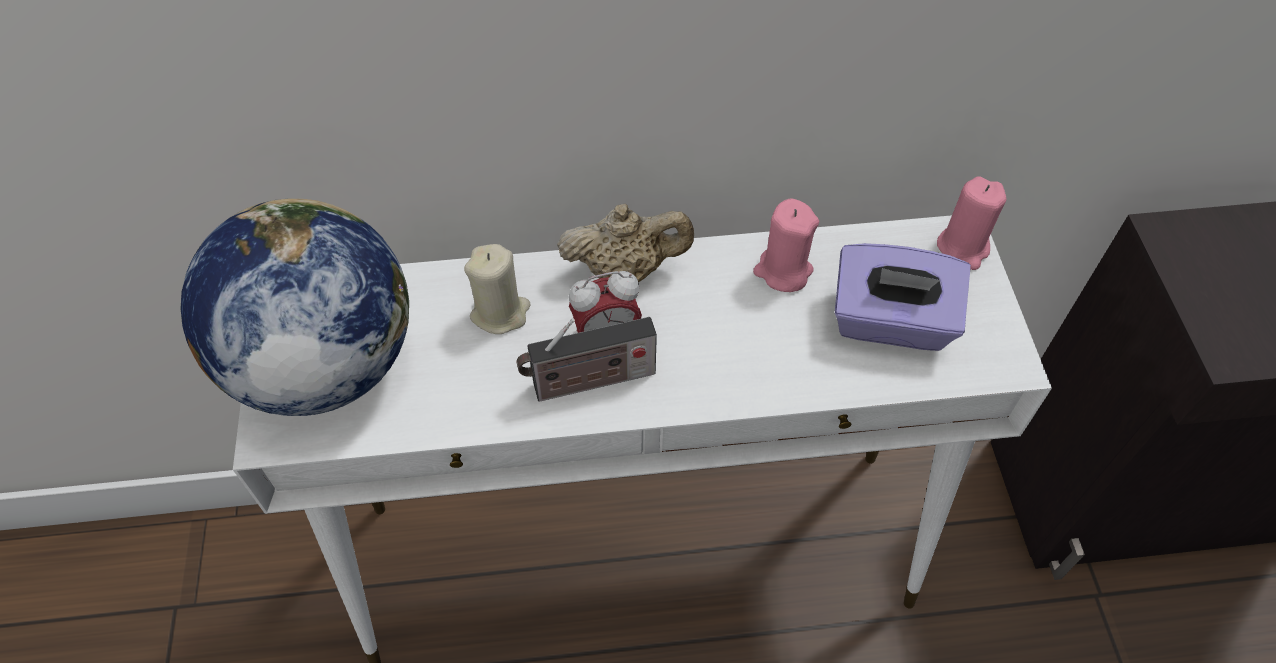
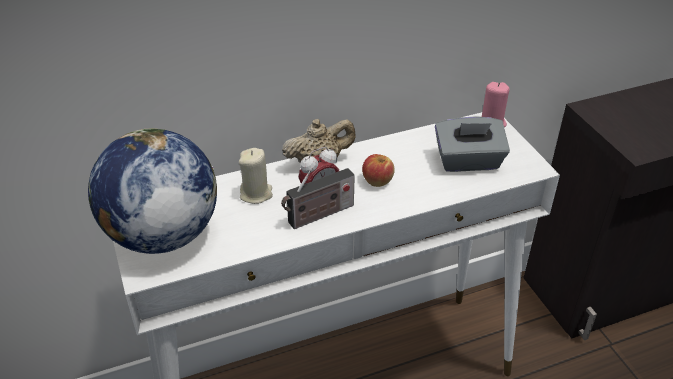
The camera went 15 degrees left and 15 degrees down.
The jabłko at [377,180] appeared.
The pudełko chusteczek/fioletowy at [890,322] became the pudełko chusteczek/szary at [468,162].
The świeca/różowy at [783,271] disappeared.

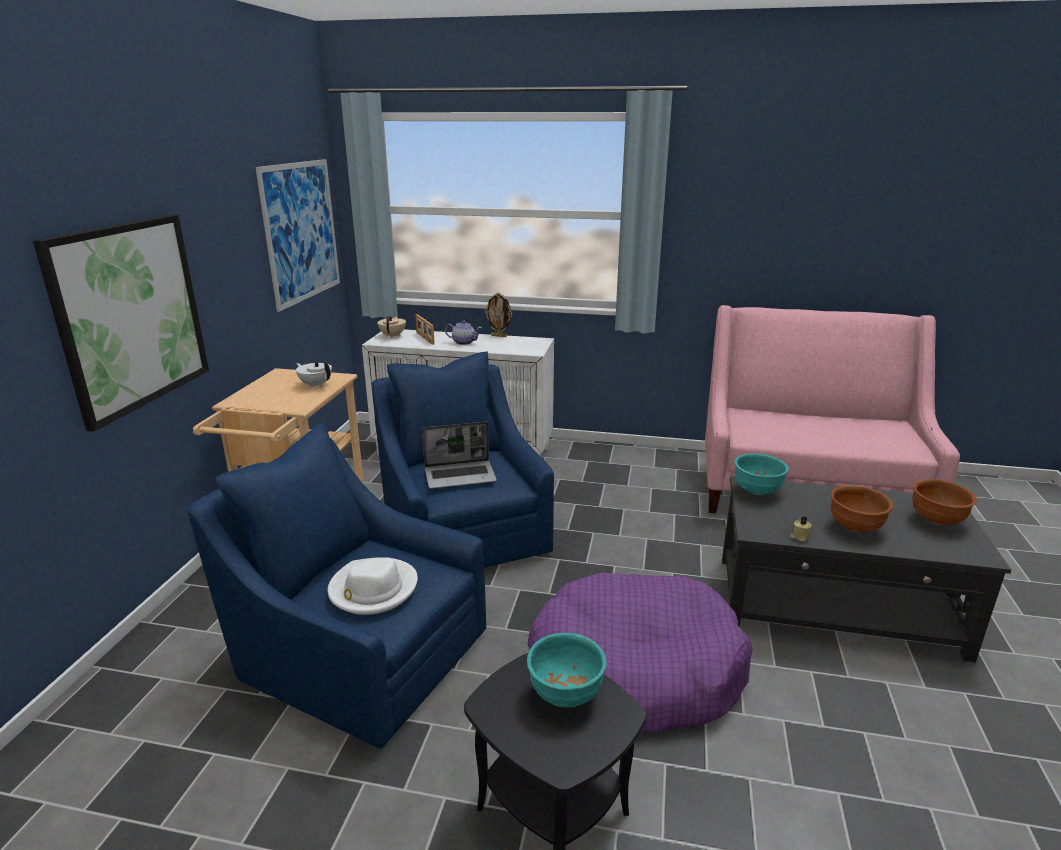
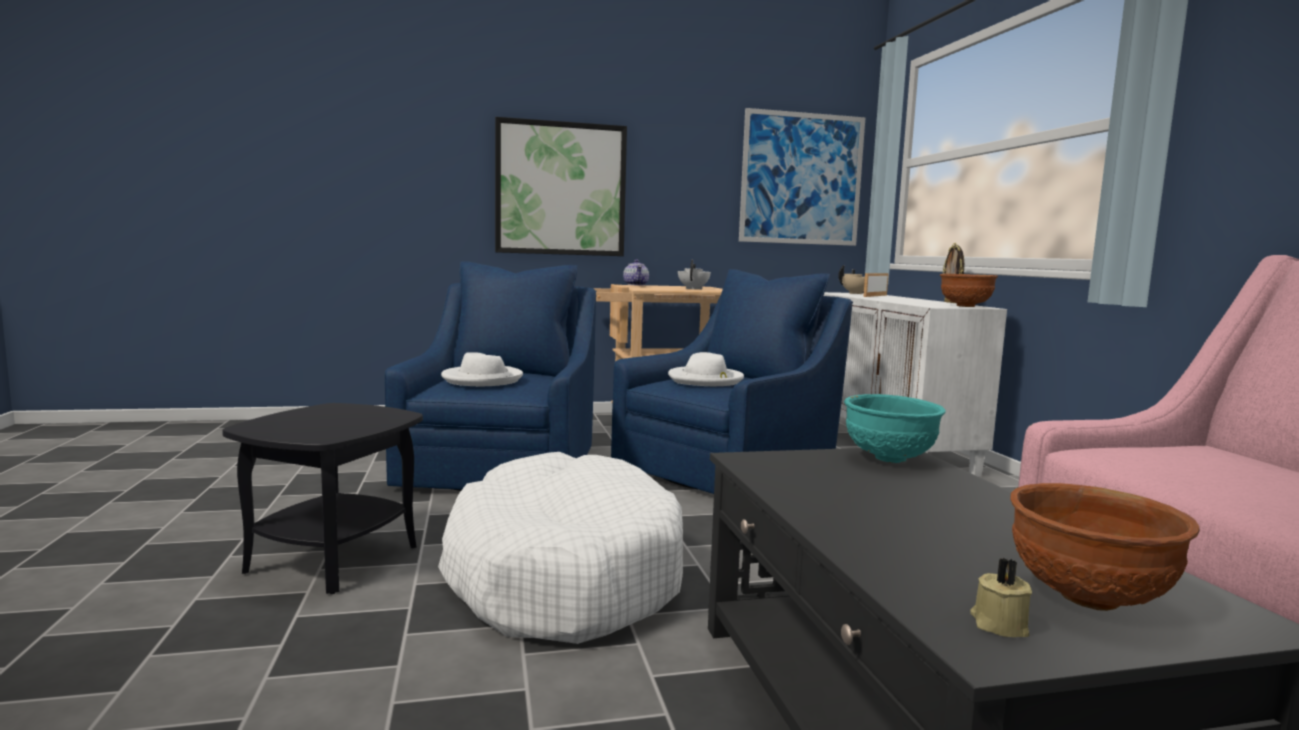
The camera went 65 degrees right and 15 degrees down.
The legowisko/fioletowy at [635,671] became the legowisko/biały at [562,574].
The imbryk moved from [464,342] to [636,285].
The laptop at [461,475] was replaced by the kapelusz/biały at [705,380].
The miska/brązowy moved from [855,528] to [964,306].
The świeca/beżowy moved from [799,536] to [998,624].
The miska/turkusowy at [564,694] disappeared.

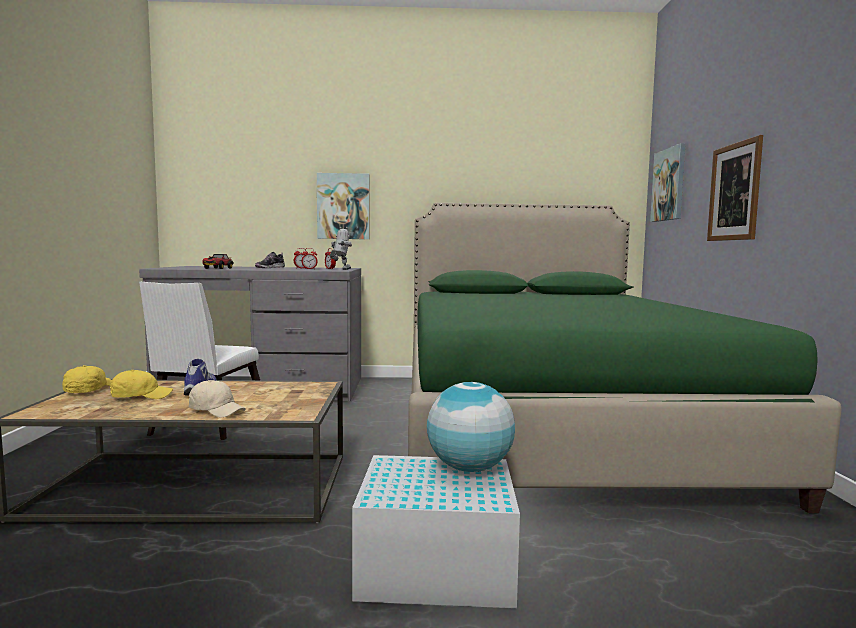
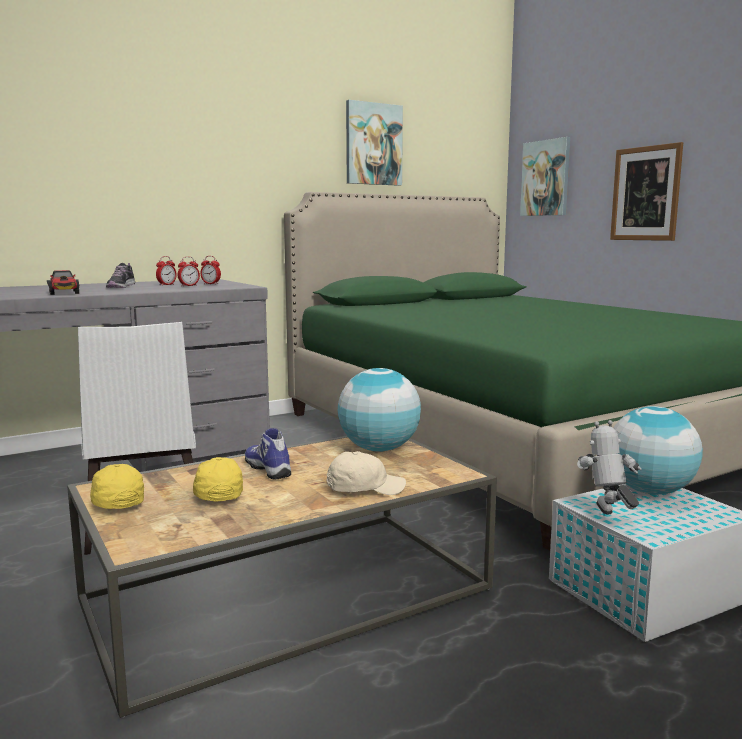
The camera went 30 degrees left and 5 degrees up.
The czapka z daszkiem/żółty at [141,396] turned 60 degrees counterclockwise.
The globus at [379,449] appeared.
The obraz moved from [343,206] to [373,144].
The robot zabawkowy moved from [340,270] to [607,517].

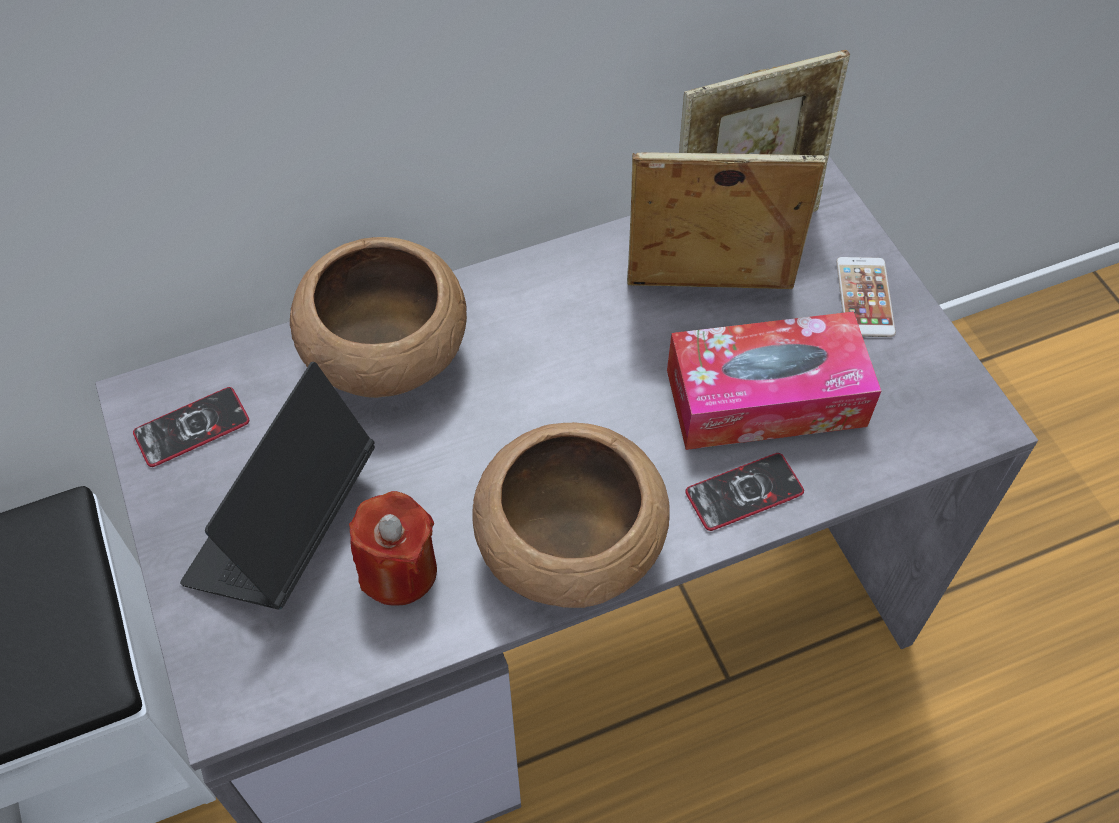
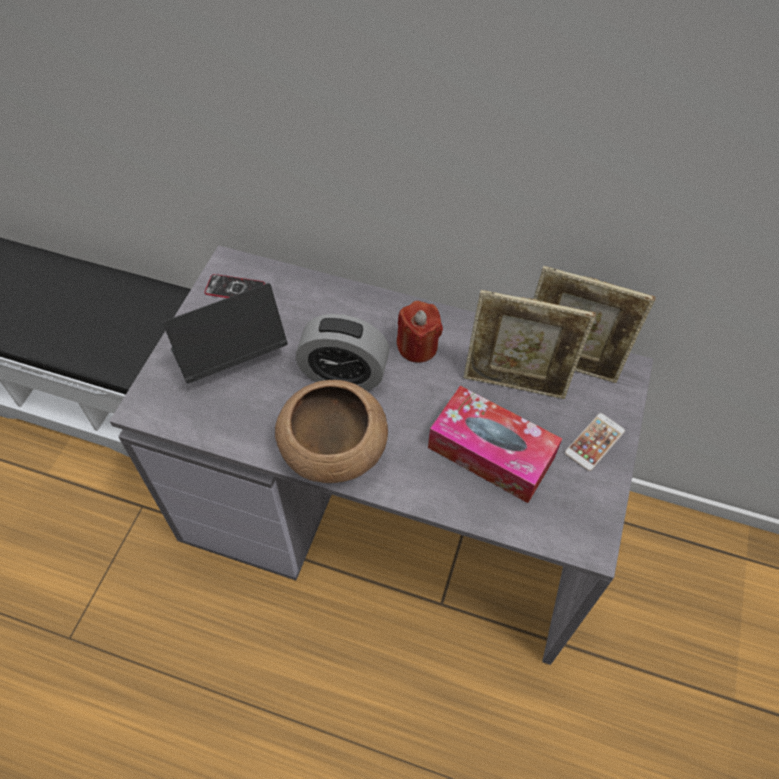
The camera went 40 degrees right and 0 degrees up.
The budzik at [344,373] appeared.
The świeca/czerwony moved from [398,571] to [417,346].
The ramka na zdjęcie at [707,291] turned 150 degrees clockwise.
The miska/brązowy at [388,352] disappeared.
The telefon at [744,493] disappeared.

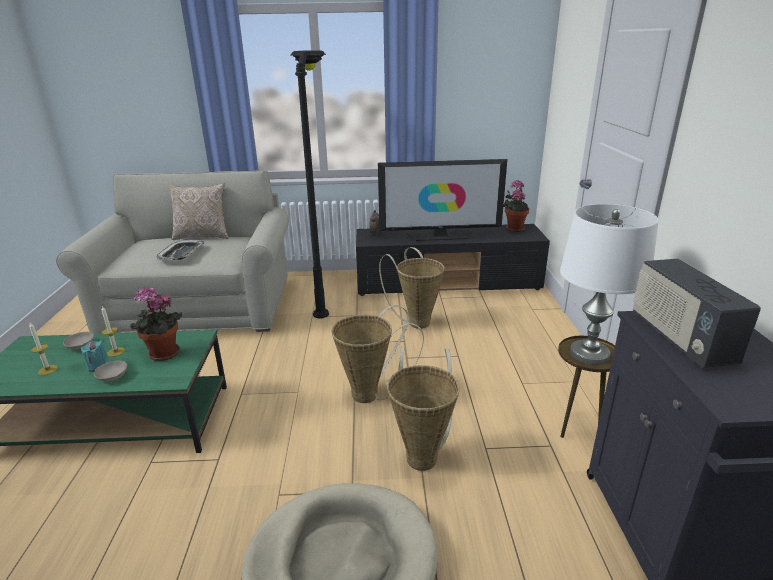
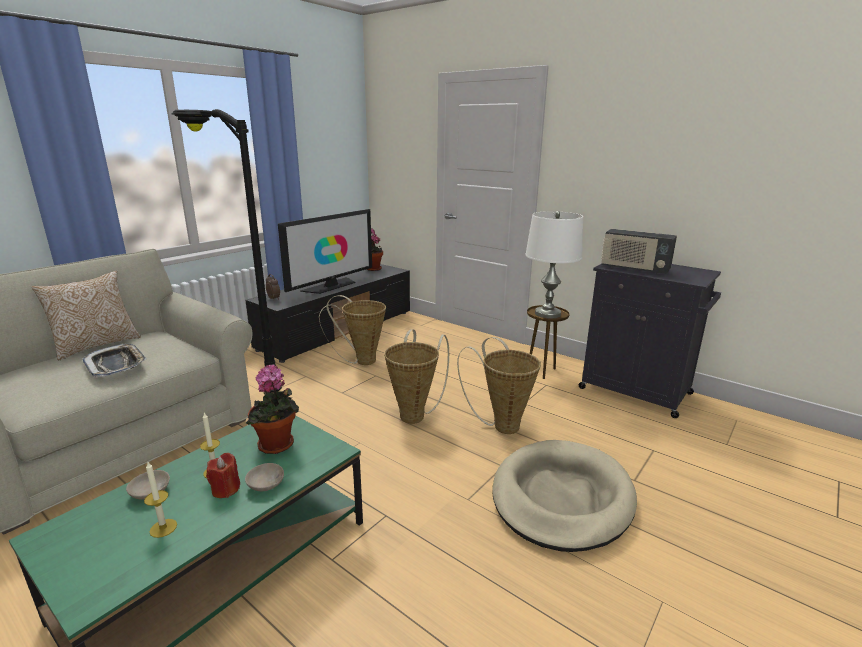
The camera went 50 degrees left and 5 degrees down.
The świeca/turkusowy at [98,366] became the świeca/czerwony at [225,489].

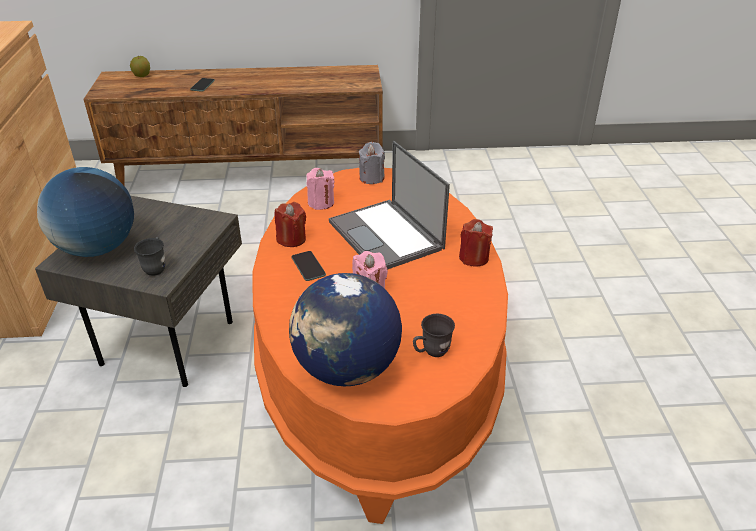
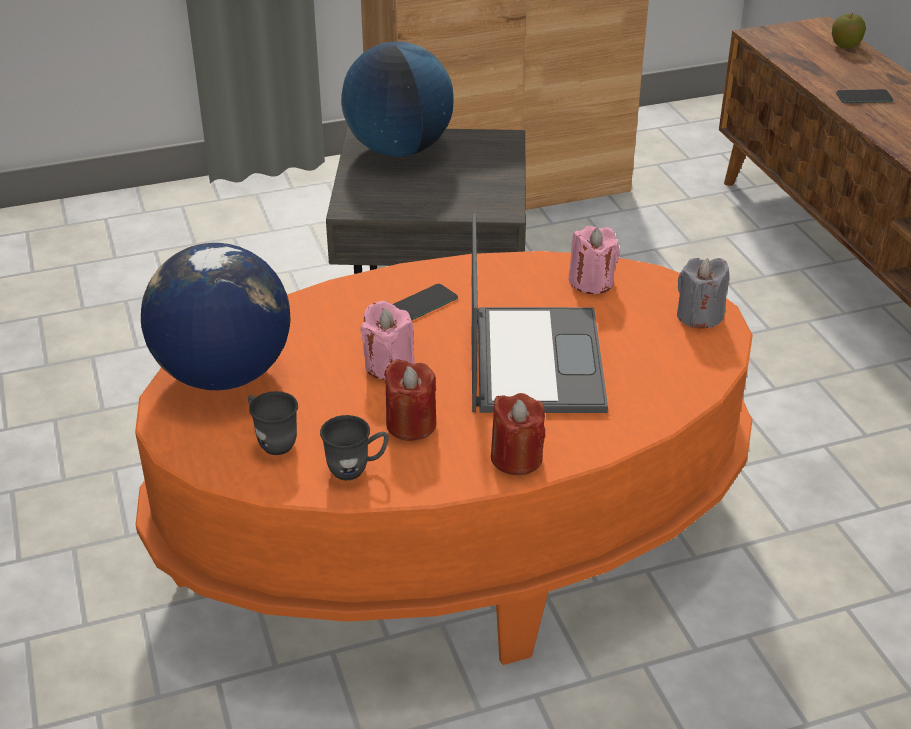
The camera went 75 degrees right and 0 degrees up.
The kubek/szary moved from [156,267] to [356,469].
The świeca/czerwony moved from [291,239] to [411,424].
The laptop at [387,236] turned 135 degrees clockwise.

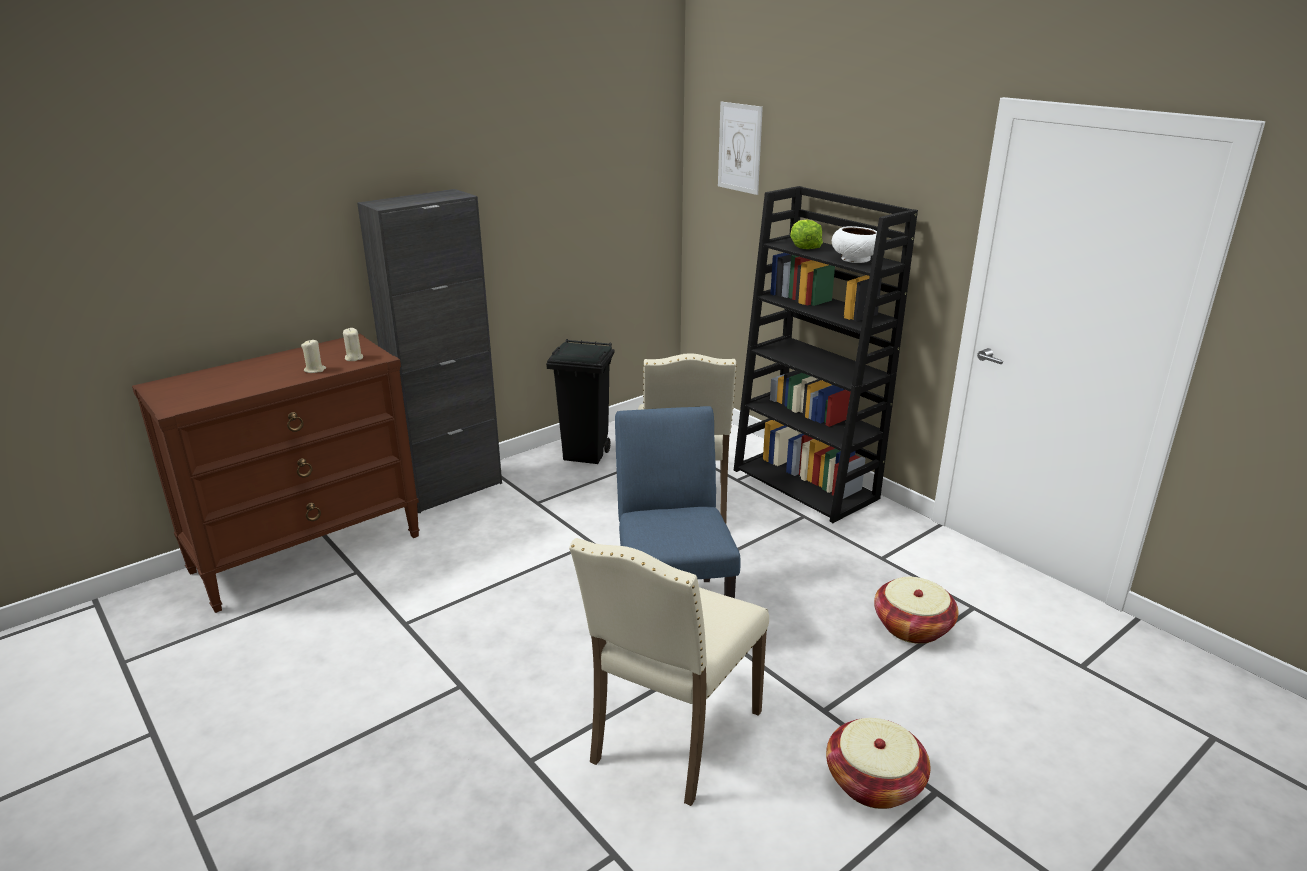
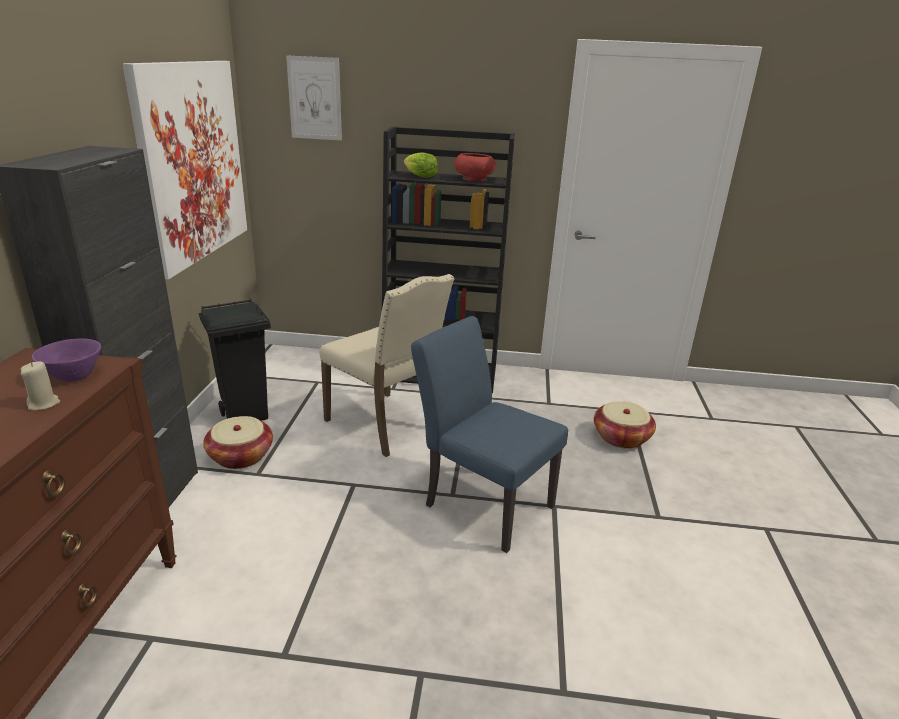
The camera went 45 degrees left and 0 degrees up.
The świeca/beżowy at [354,358] was replaced by the miska/fioletowy at [75,374].
The obraz at [192,162] appeared.
The koszyk moved from [874,782] to [240,456].
The miska/biały at [855,259] became the miska/czerwony at [473,179].
The krzesło/beżowy at [671,737] disappeared.

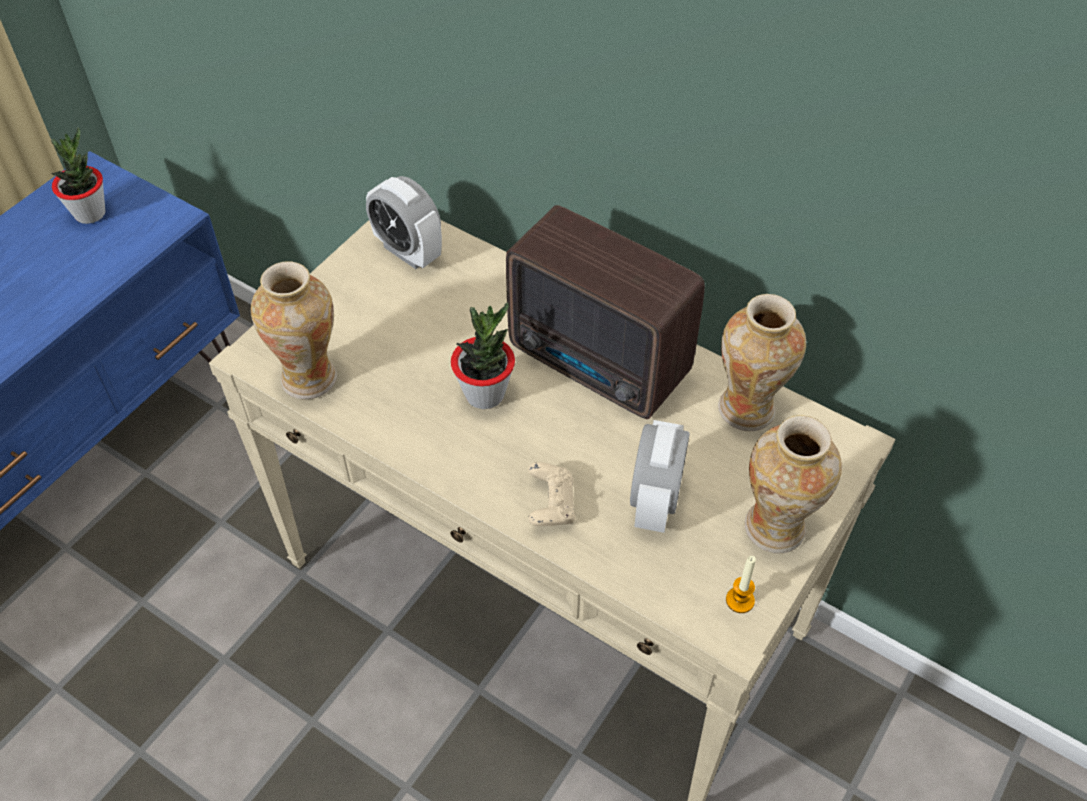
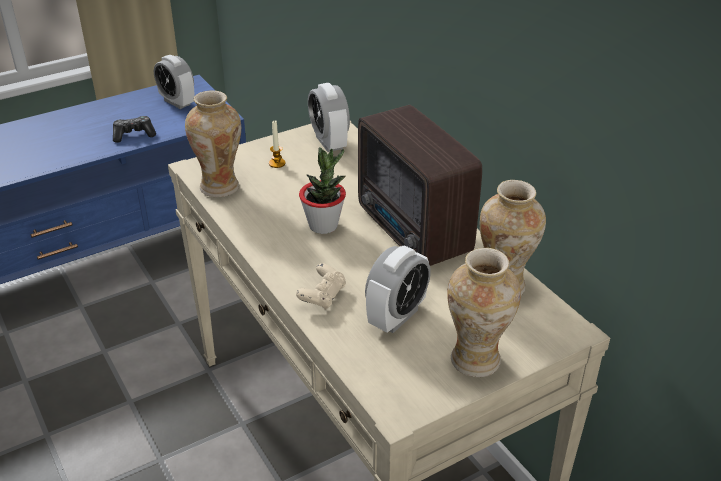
The camera went 25 degrees right and 15 degrees down.
The pad do gier at [134,134] appeared.
The roślina doniczkowa at [90,213] was replaced by the budzik at [177,102].
The świeca moved from [740,600] to [277,163].

